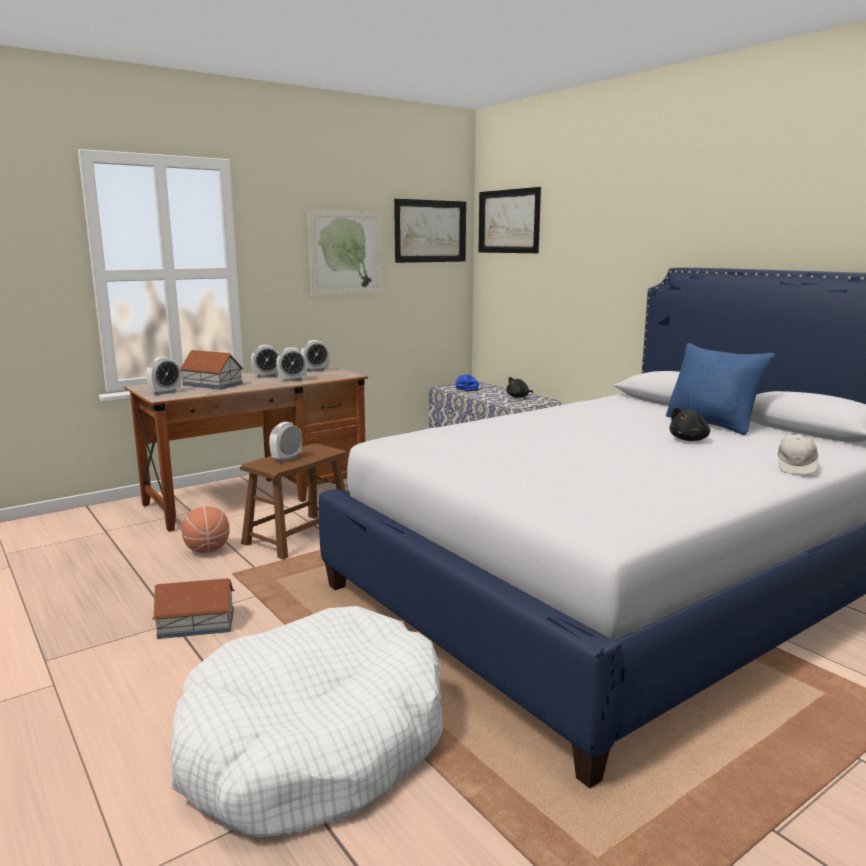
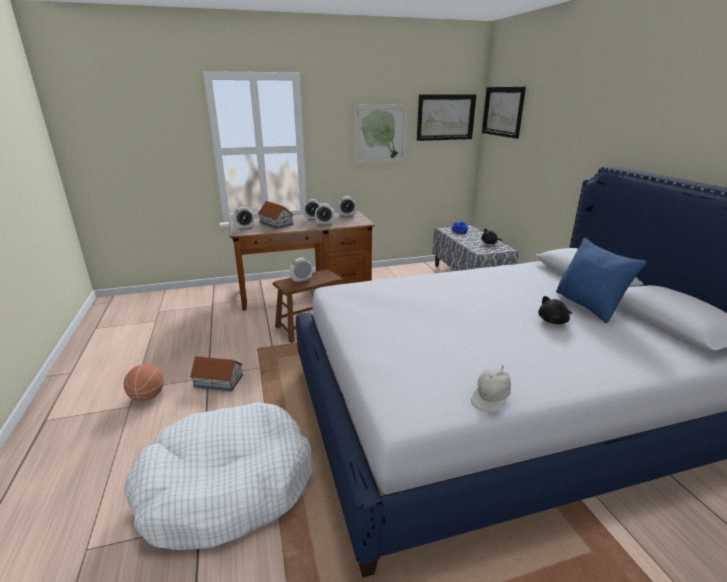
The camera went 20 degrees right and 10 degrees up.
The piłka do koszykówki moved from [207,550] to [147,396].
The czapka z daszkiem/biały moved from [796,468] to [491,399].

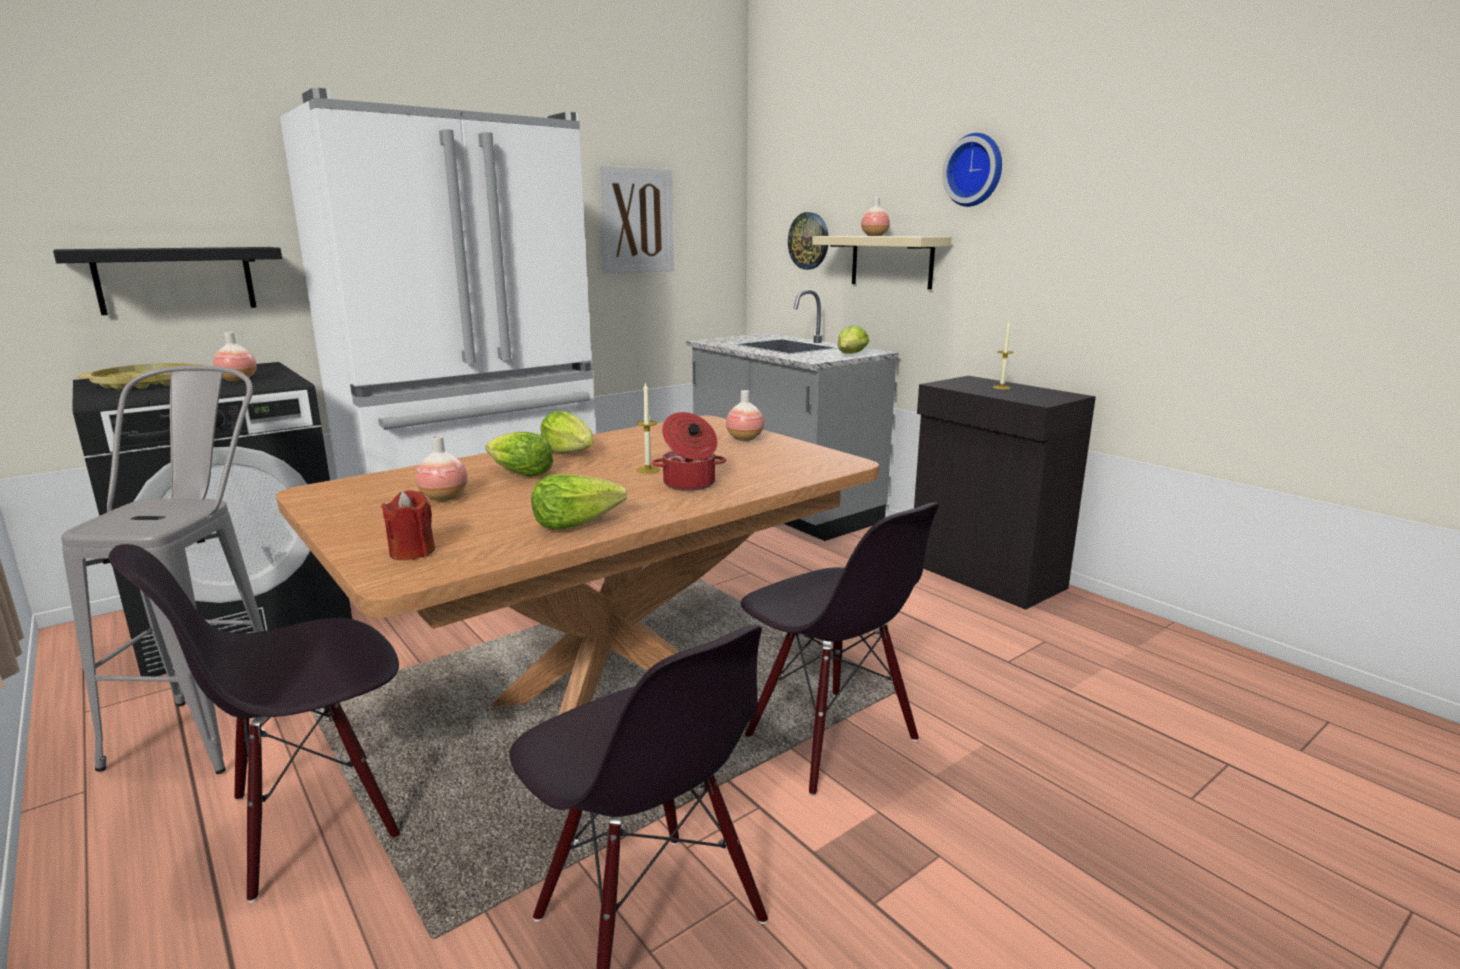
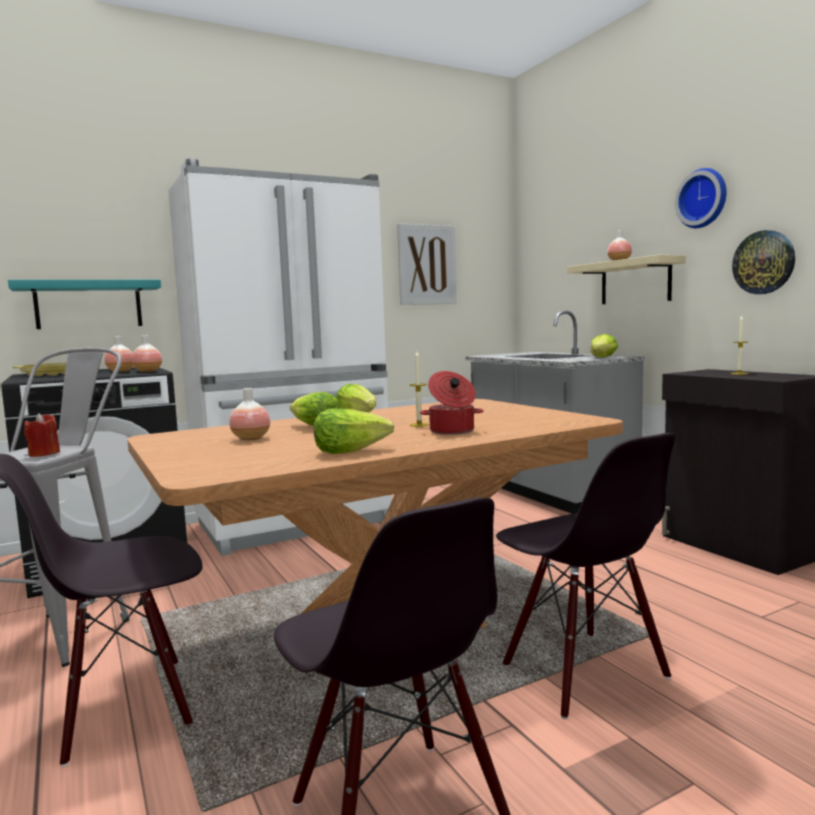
The camera went 10 degrees right and 10 degrees down.
The półka/czarny at [176,279] became the półka/turkusowy at [89,305].
The świeca/czerwony moved from [412,552] to [44,454].
The wazon moved from [744,438] to [148,371].
The zegar ścienny moved from [809,241] to [763,262].

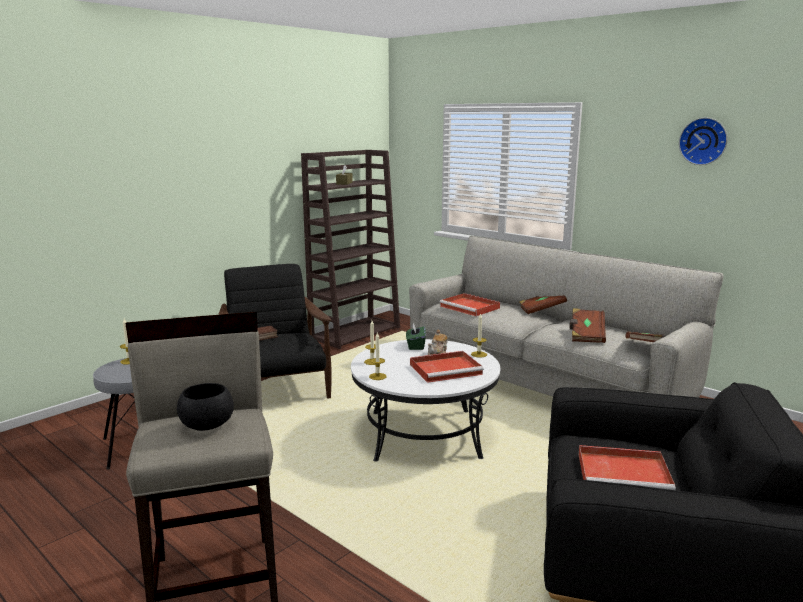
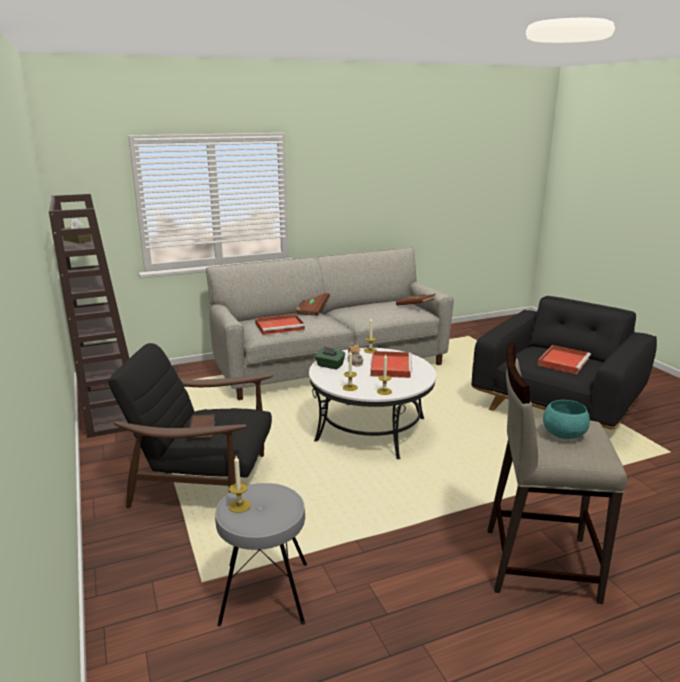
The camera went 65 degrees left and 5 degrees up.
The miska/czarny at [208,425] became the miska/turkusowy at [563,434].
The książka/brązowy at [586,335] disappeared.
The zegar ścienny at [703,141] disappeared.

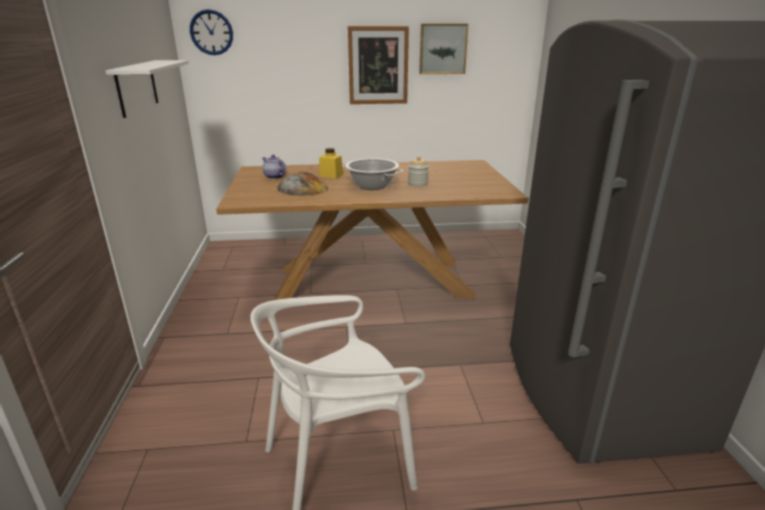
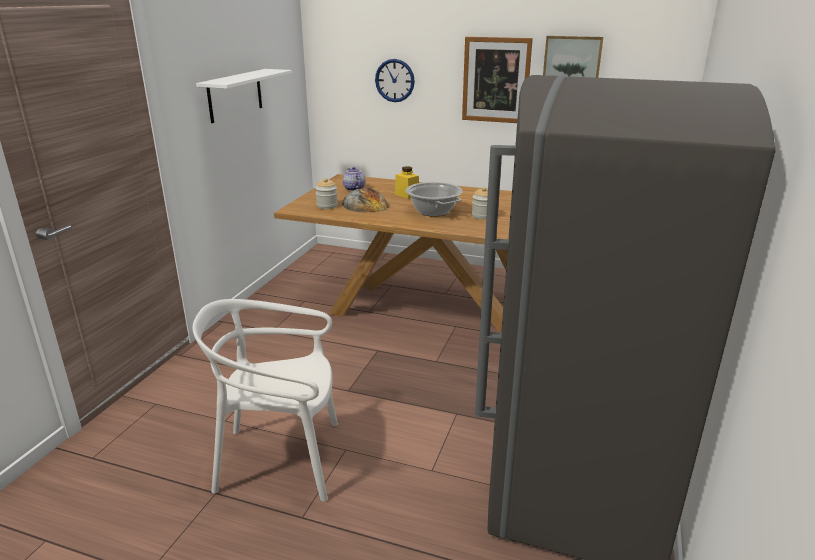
The camera went 25 degrees right and 0 degrees up.
The słoik at [327,206] appeared.
The zegar ścienny moved from [211,32] to [394,80].

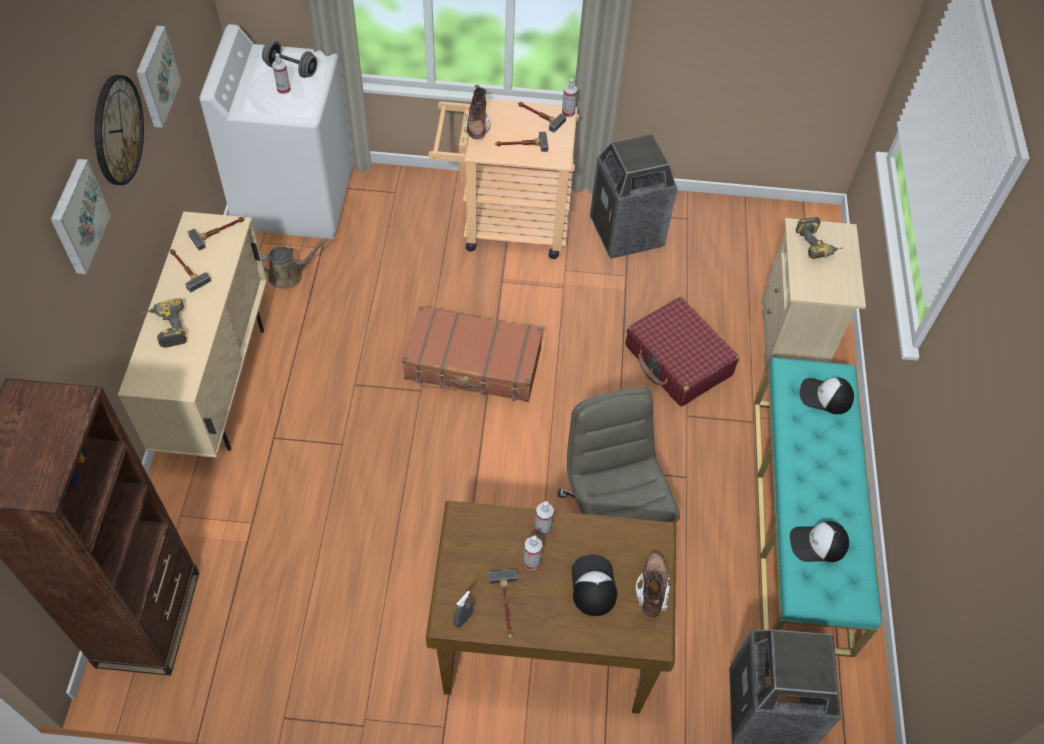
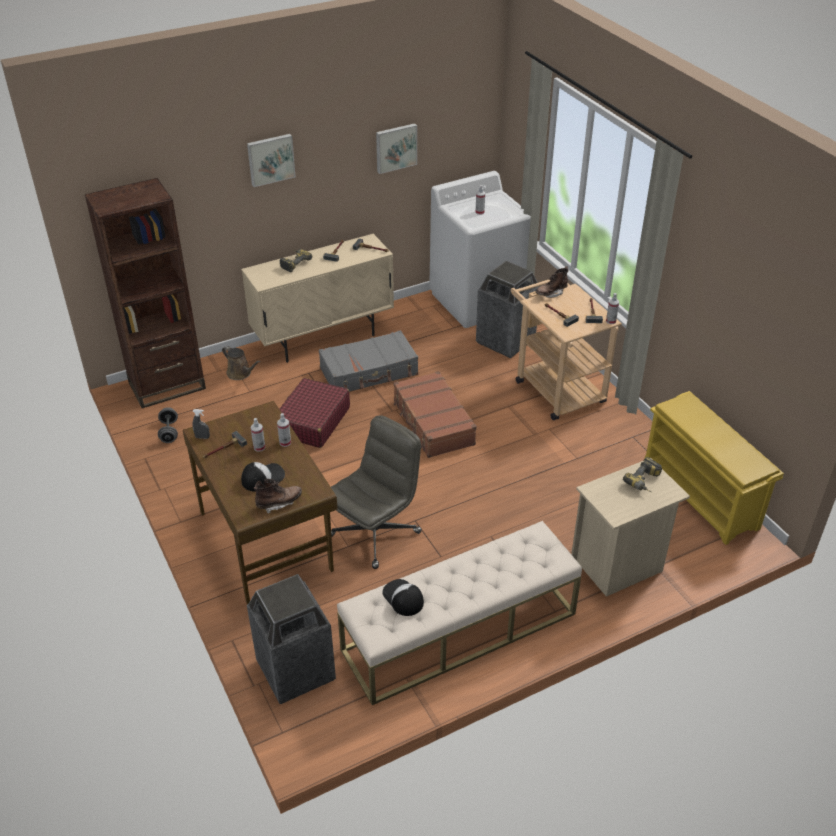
The camera went 60 degrees right and 15 degrees down.
The hantel/szary moved from [291,69] to [169,432].
The konewka/brązowy moved from [289,275] to [240,373].
The walizka/czerwony moved from [678,361] to [312,421].
The walizka/szary at [369,372] appeared.
The ławka/turkusowy at [801,521] became the ławka/beżowy at [459,632].
The kosz na śmieci moved from [627,232] to [505,341].
The regał na buty/żółty at [701,496] appeared.
The zegar ścienny at [117,130] disappeared.
The czapka z daszkiem at [825,396] disappeared.

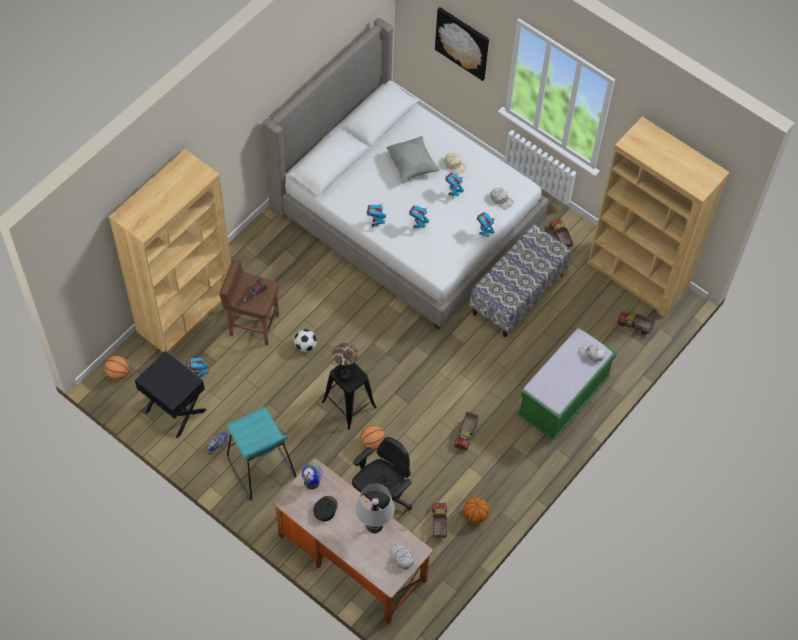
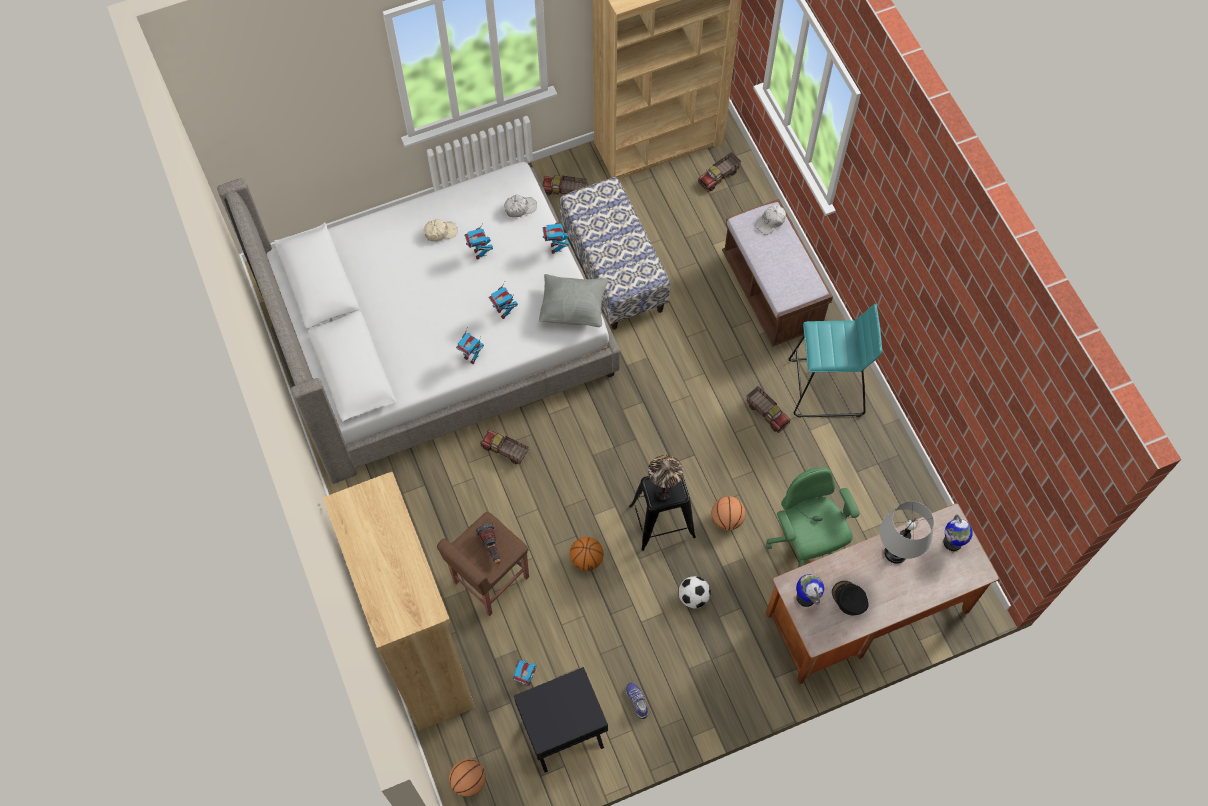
The camera went 60 degrees left and 5 degrees up.
The ciężarówka zabawkowa moved from [439,523] to [505,451].
The poduszka/szary moved from [412,165] to [574,308].
The piłka do koszykówki moved from [475,515] to [586,559].
The piłka futbolowa moved from [305,346] to [693,596].
The ławka/zielony at [563,398] became the ławka/brązowy at [771,292].
The krzesło biurowe/czarny at [382,499] became the krzesło biurowe/zielony at [805,543].
The stołek/turkusowy moved from [261,468] to [826,388].
The czapka z daszkiem/biały at [401,557] was replaced by the globus at [952,542].
The obraz at [462,43] disappeared.

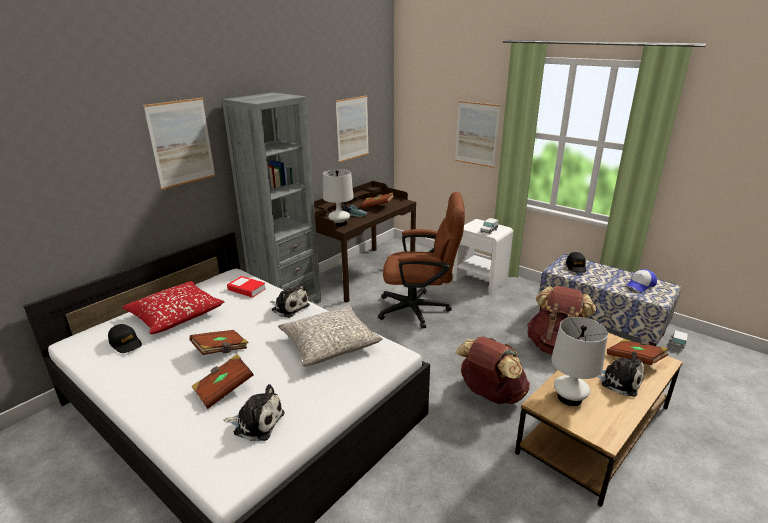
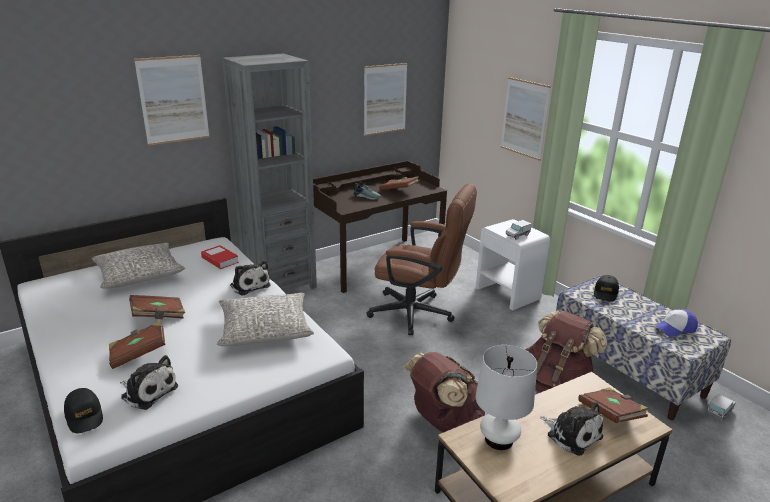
The camera went 15 degrees right and 0 degrees up.
The czapka z daszkiem/czarny moved from [125,343] to [84,416].
The poduszka/czerwony at [176,315] became the poduszka/szary at [139,275].
The lampa stołowa/biały at [339,223] disappeared.

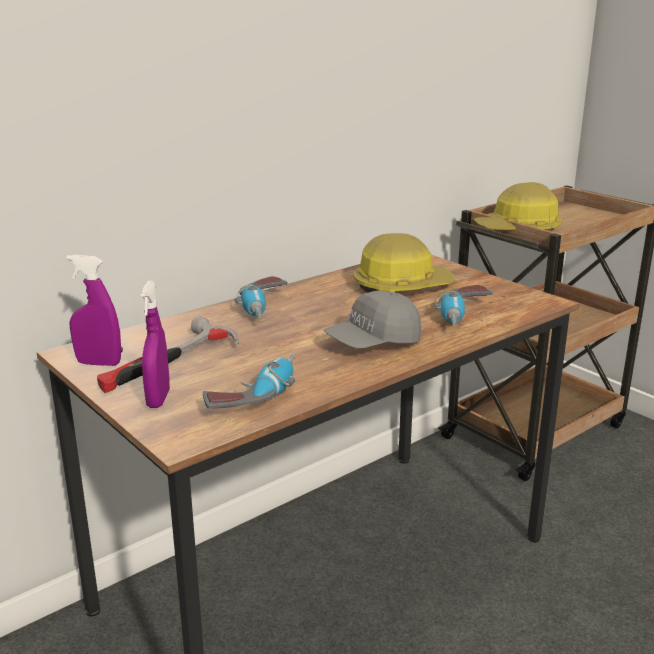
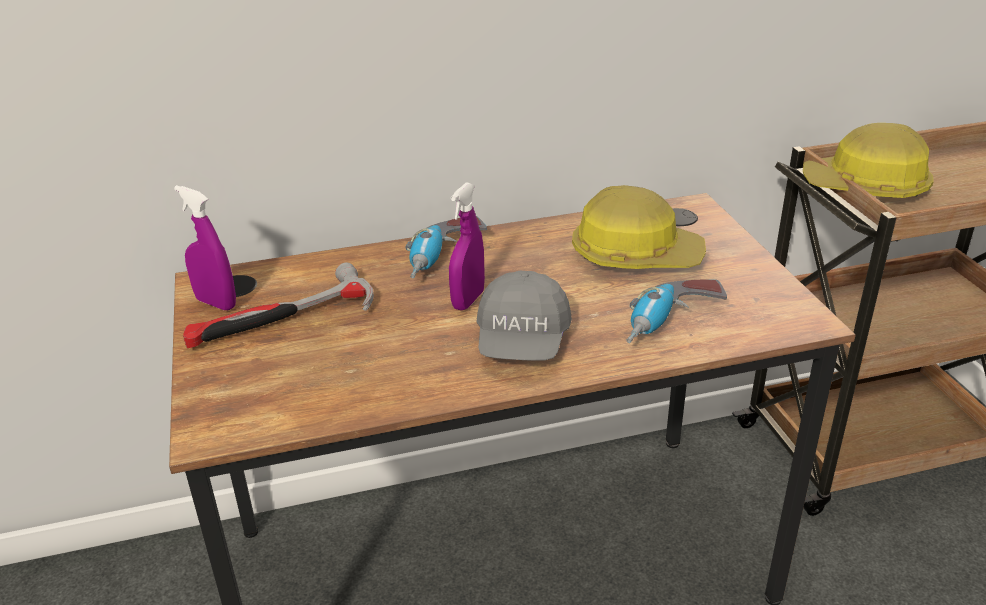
The camera went 25 degrees right and 10 degrees up.
The spryskiwacz/fioletowy moved from [158,399] to [468,300].
The czapka z daszkiem/szary at [373,343] turned 75 degrees counterclockwise.
The wiertarka at [256,395] disappeared.

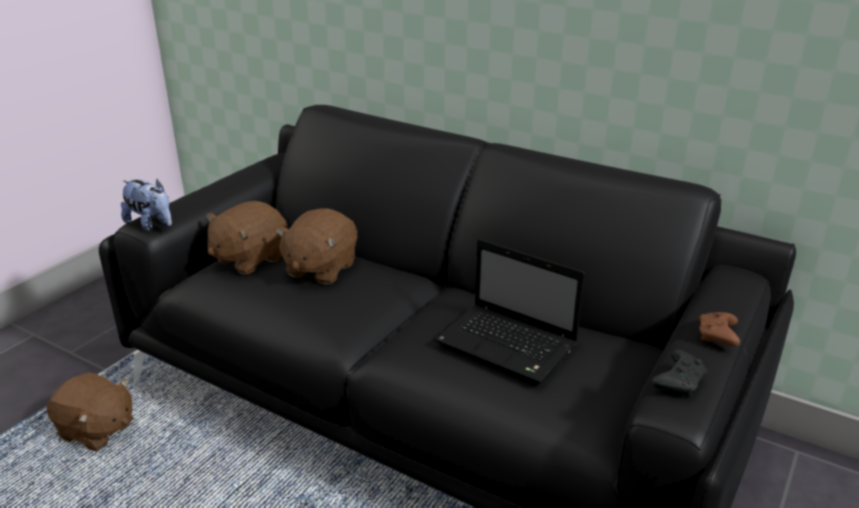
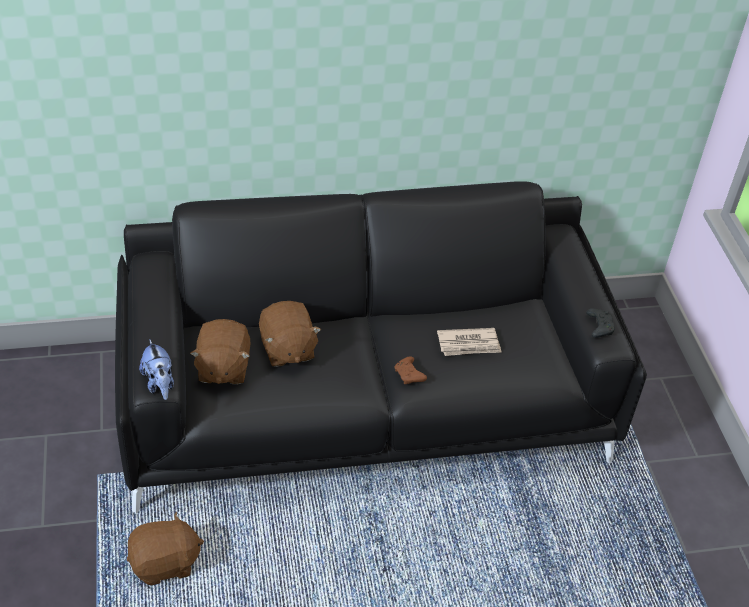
The camera went 45 degrees left and 15 degrees up.
The pluszak at [151,225] turned 75 degrees clockwise.
The pad do gier/brązowy moved from [717,336] to [409,375].
The laptop at [509,345] was replaced by the gazeta at [469,344].

